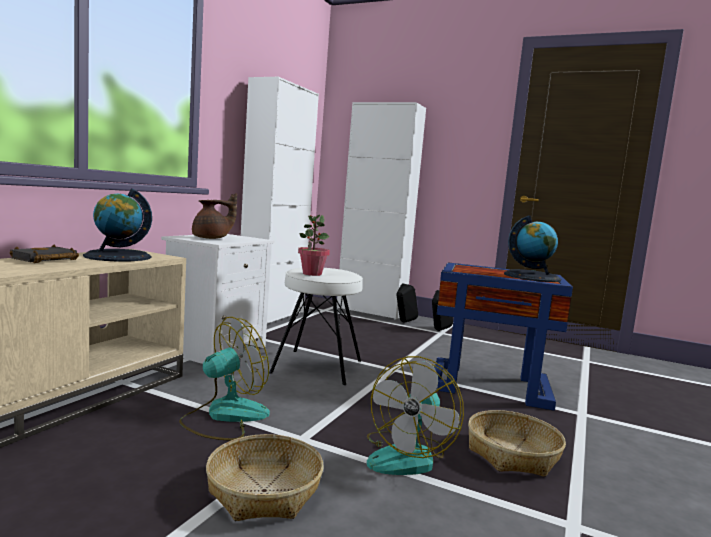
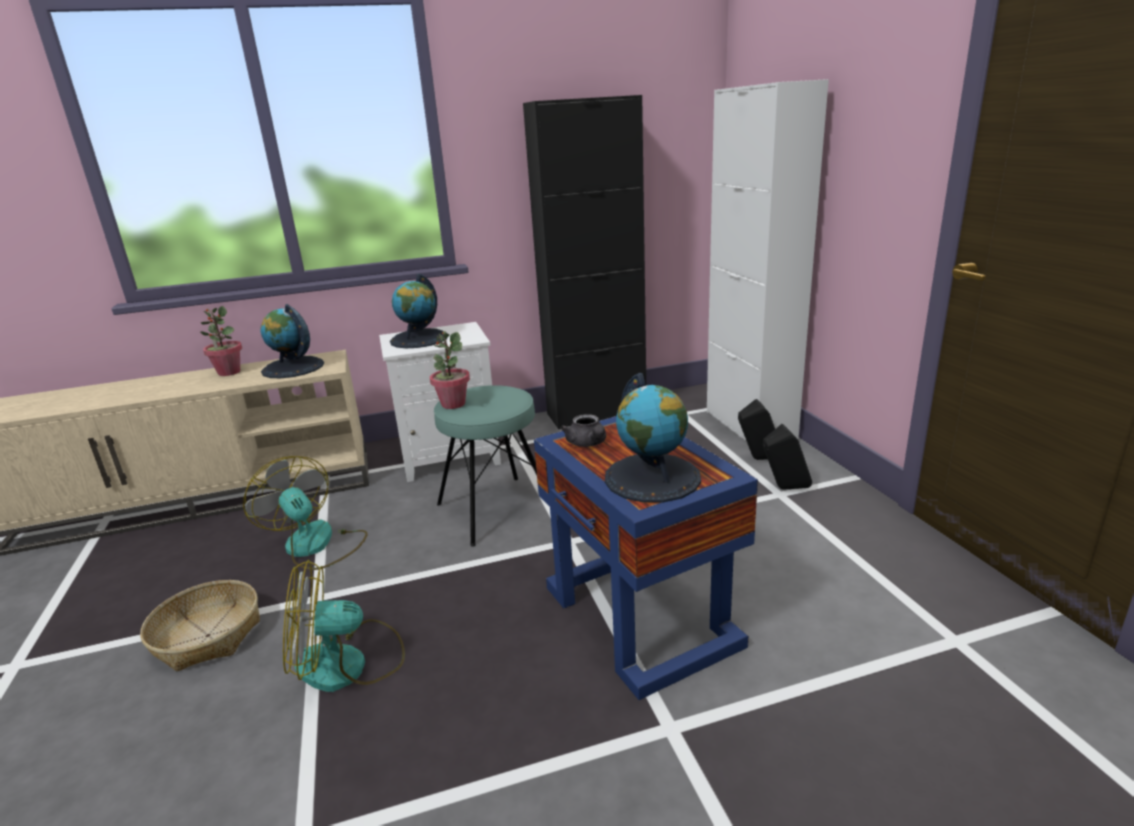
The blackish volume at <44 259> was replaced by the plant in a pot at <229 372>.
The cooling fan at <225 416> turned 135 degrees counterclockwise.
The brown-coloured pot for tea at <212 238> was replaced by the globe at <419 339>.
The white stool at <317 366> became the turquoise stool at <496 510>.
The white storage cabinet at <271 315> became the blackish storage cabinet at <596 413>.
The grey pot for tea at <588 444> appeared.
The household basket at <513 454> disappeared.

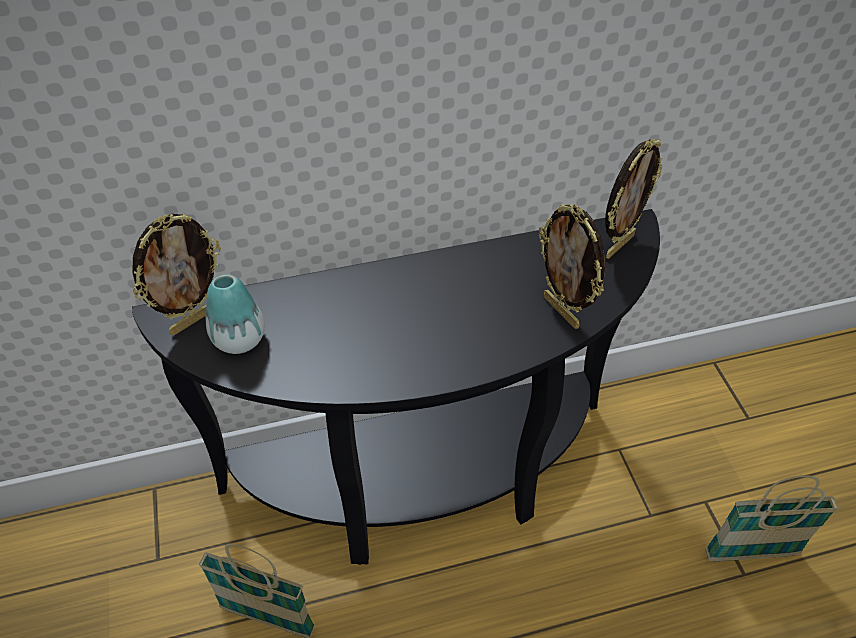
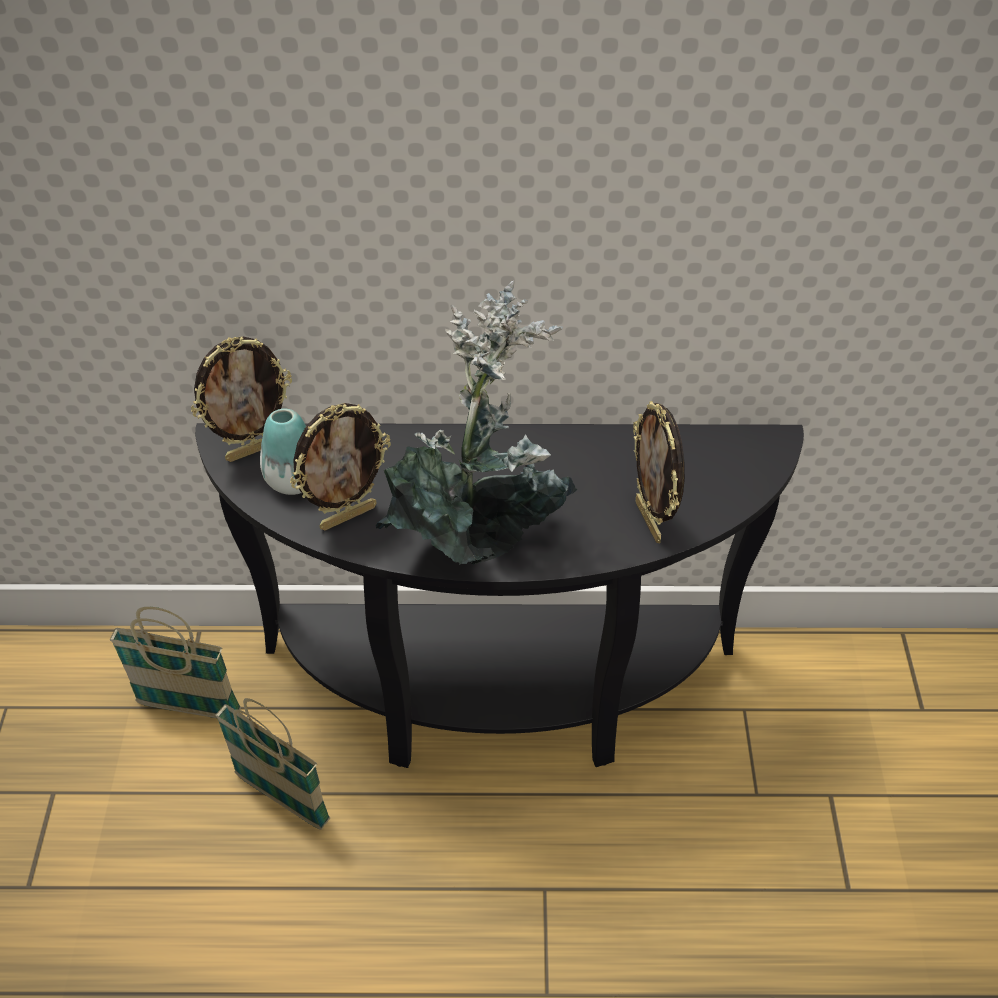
The household basket moved from <751 553> to <190 707>.
The photo frame moved from <618 245> to <348 516>.
The plant in a pot at <481 534> appeared.

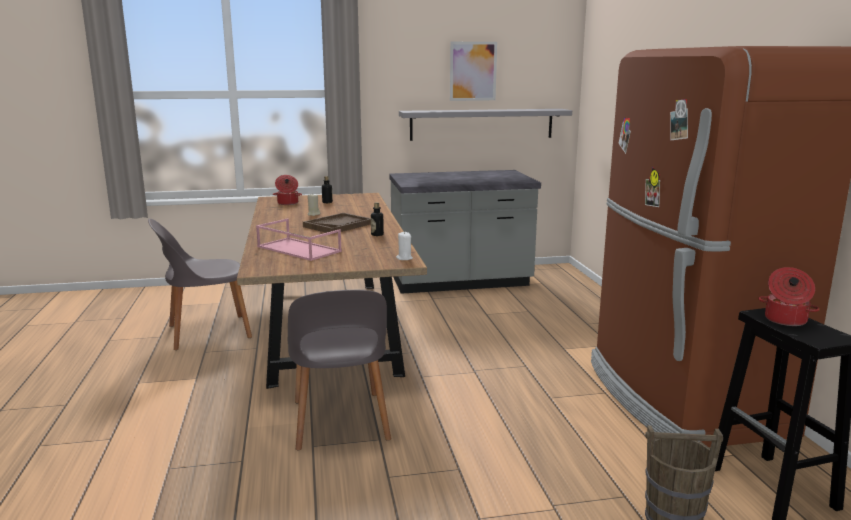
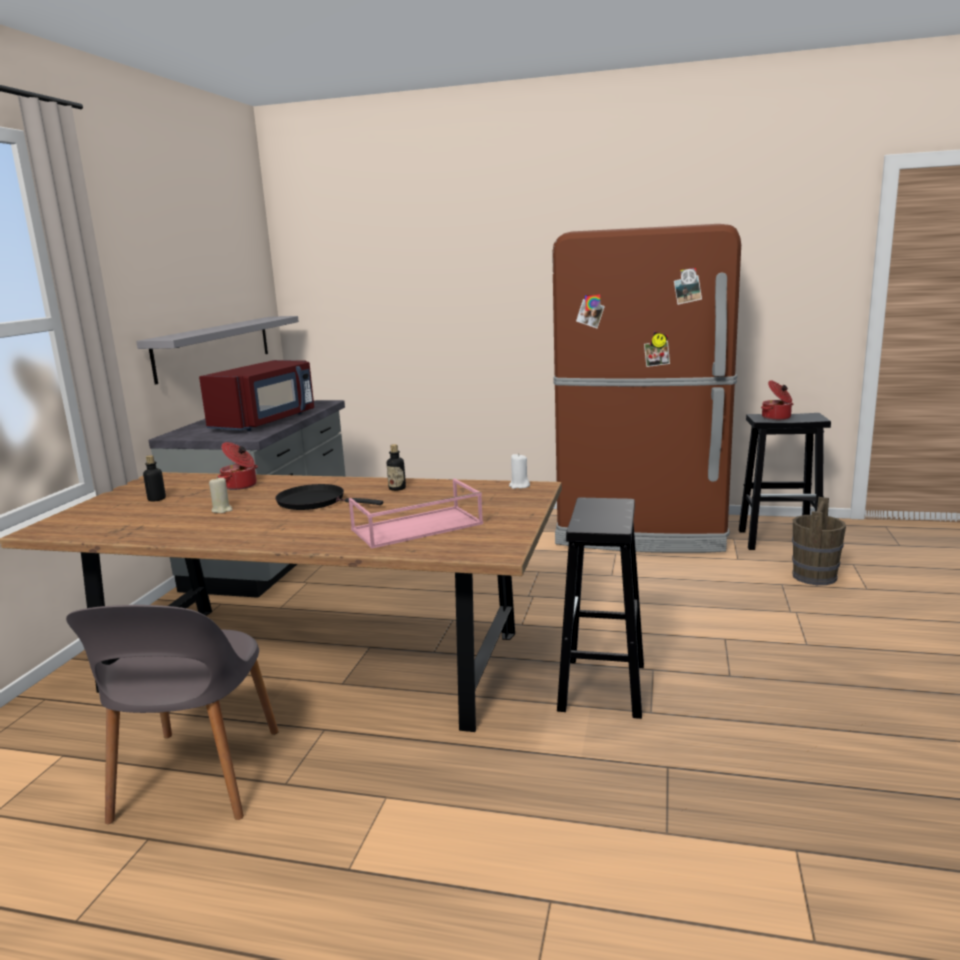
The red-coloured microwave oven at <266 422> appeared.
The stockpot moved from <287 203> to <240 486>.
The brown-coloured tray at <338 225> was replaced by the blackish pan at <315 502>.
The grey plain chair at <340 422> was replaced by the blackish stool at <602 688>.
The picture at <473 71> disappeared.

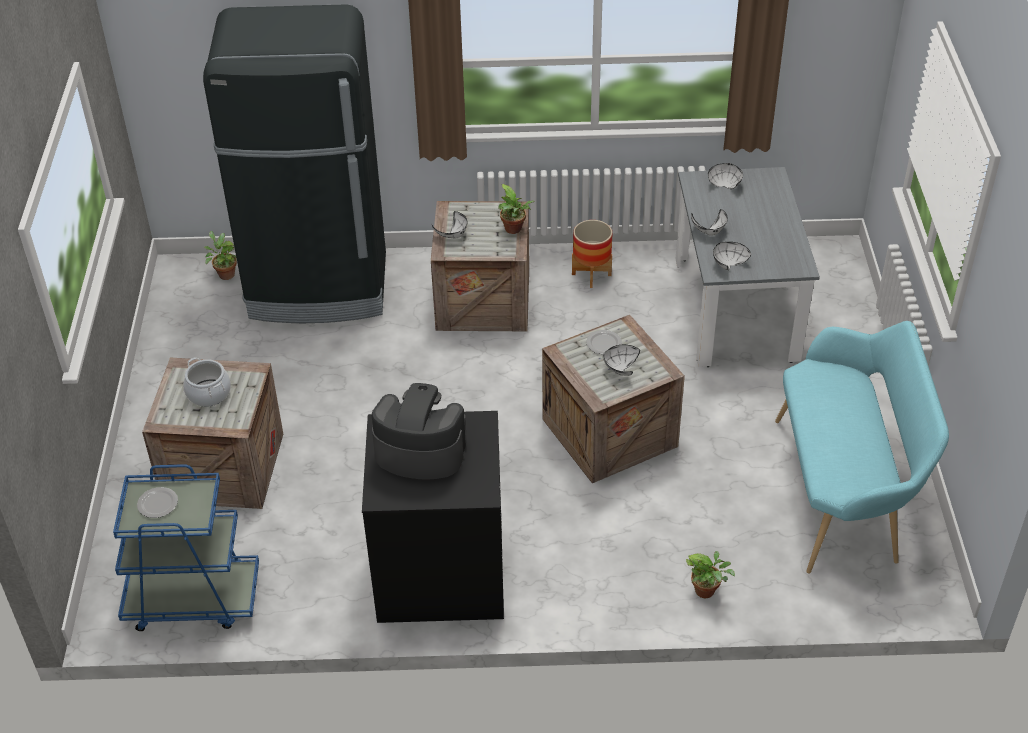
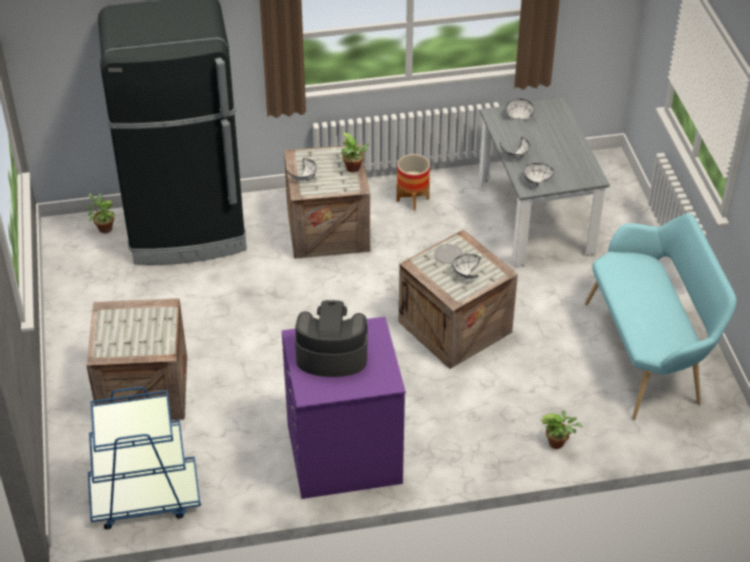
The blackish laundry appliance at <439 573> became the purple-coloured laundry appliance at <343 454>.
The plate at <157 504> disappeared.
The stockpot at <209 393> disappeared.

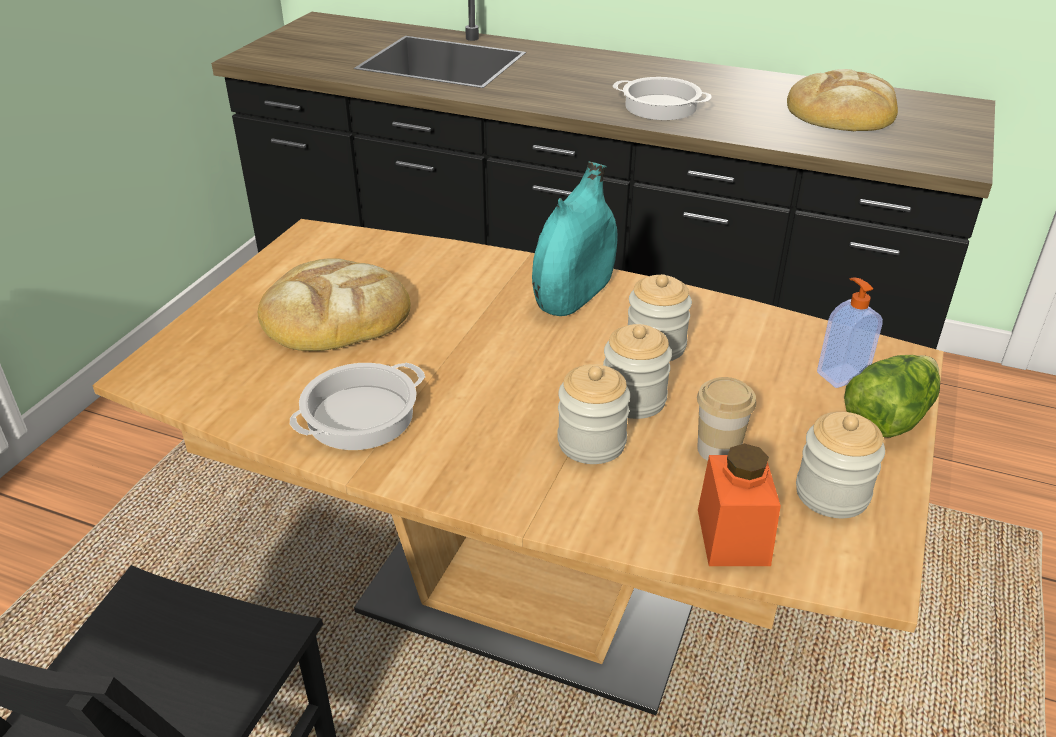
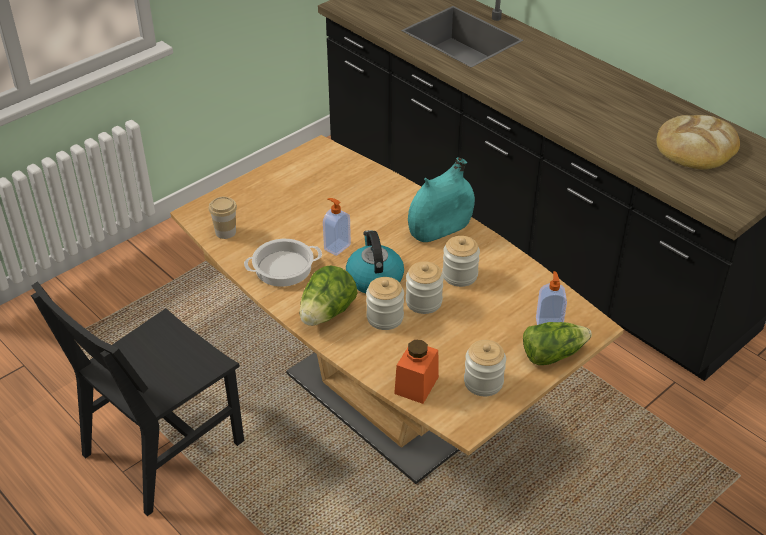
The small cup moved from <718 449> to <225 232>.
The lettuce at <327 314> appeared.
The soap bottle at <336 247> appeared.
The water kettle at <374 278> appeared.
The baked bread at <334 314> disappeared.
The stockpot at <661 106> disappeared.

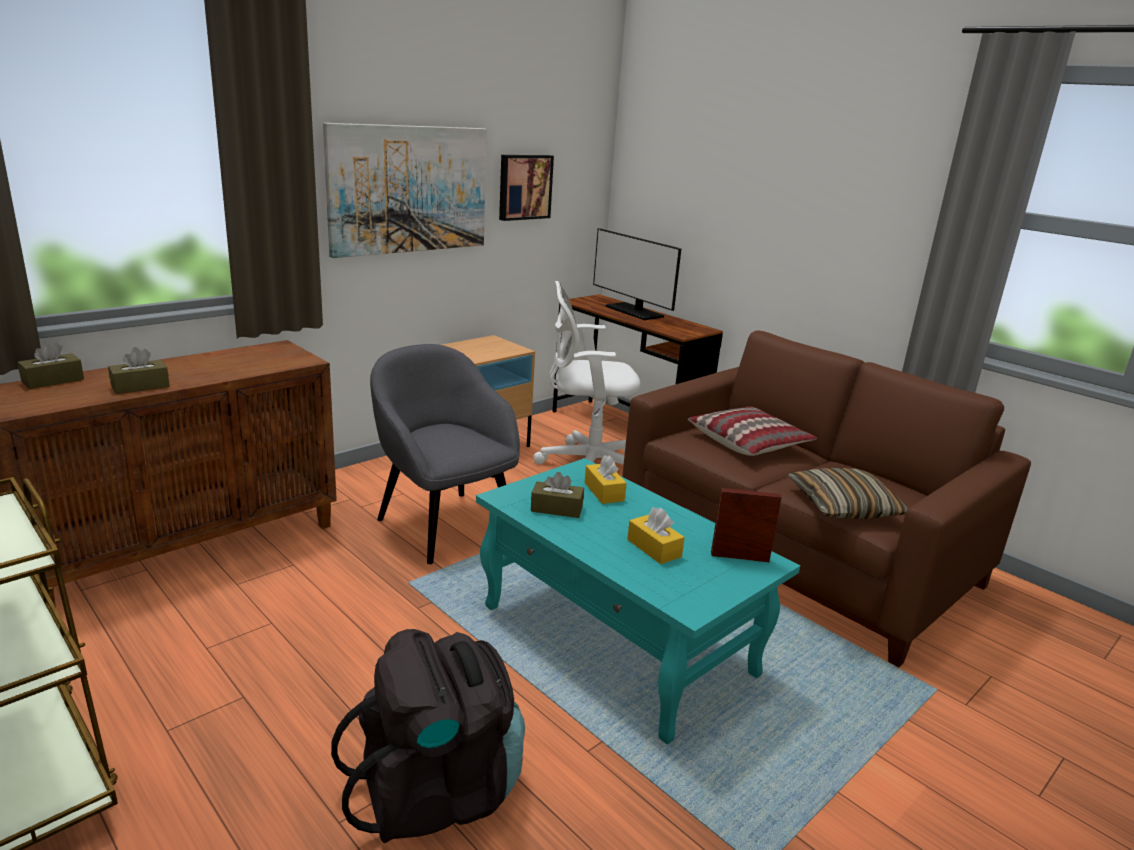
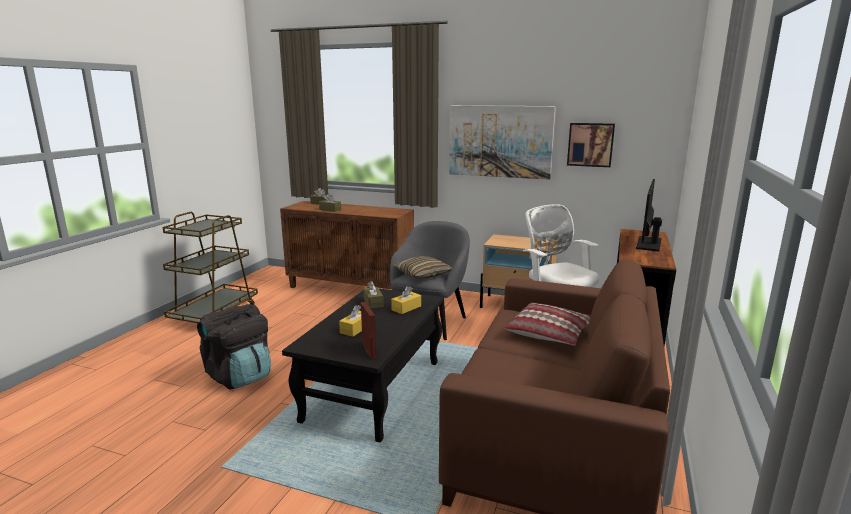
The turquoise low table at <618 641> became the blackish low table at <373 391>.
The pillow moved from <843 506> to <423 274>.

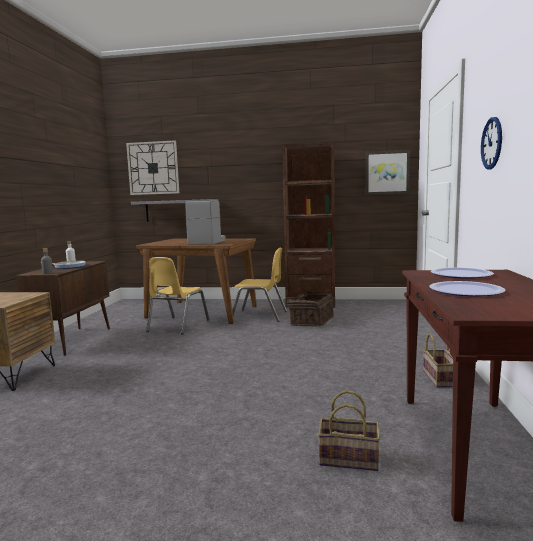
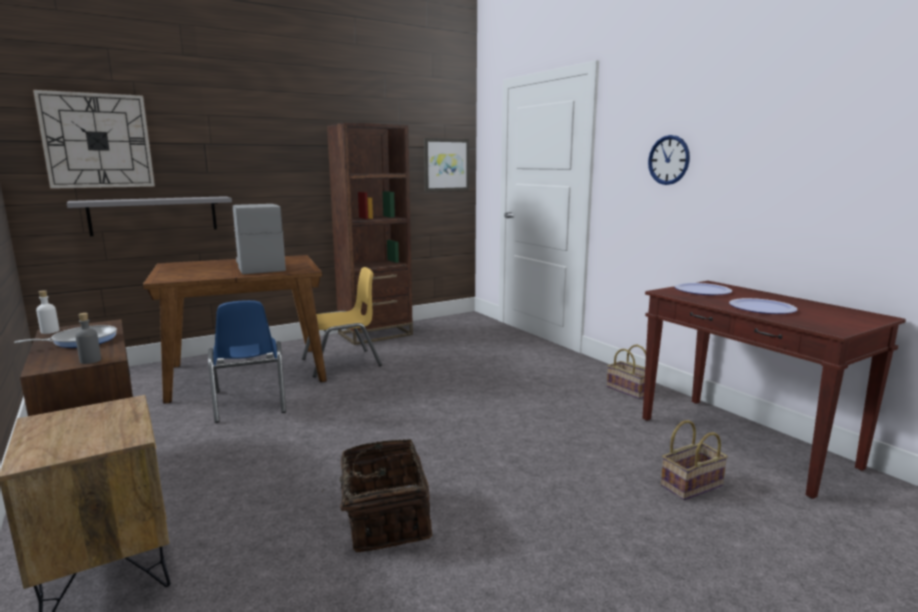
The yellow plain chair at <178 325> became the blue-coloured plain chair at <249 402>.
The household basket moved from <310 321> to <384 519>.

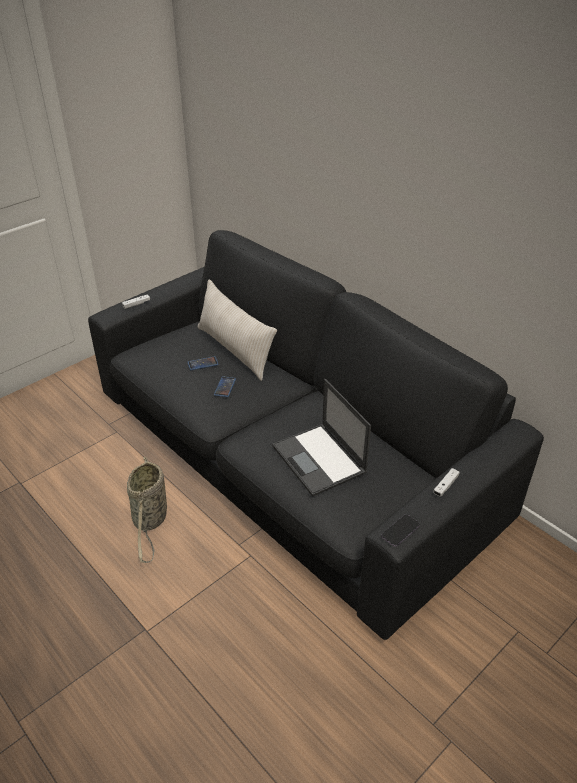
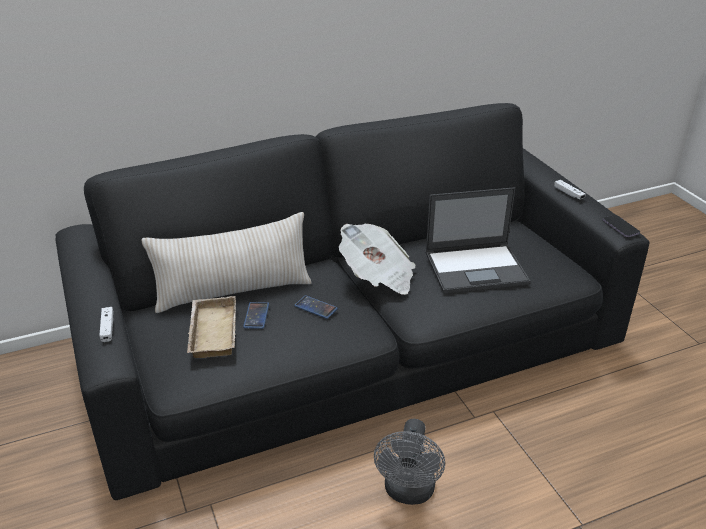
The beige tray at <211 331> appeared.
The daily paper at <378 276> appeared.
The household basket at <150 521> was replaced by the grey cooling fan at <408 492>.

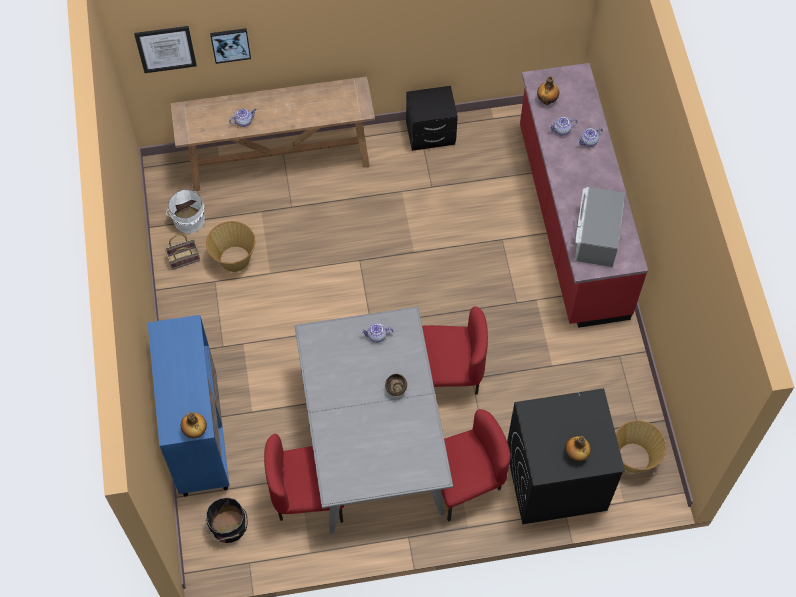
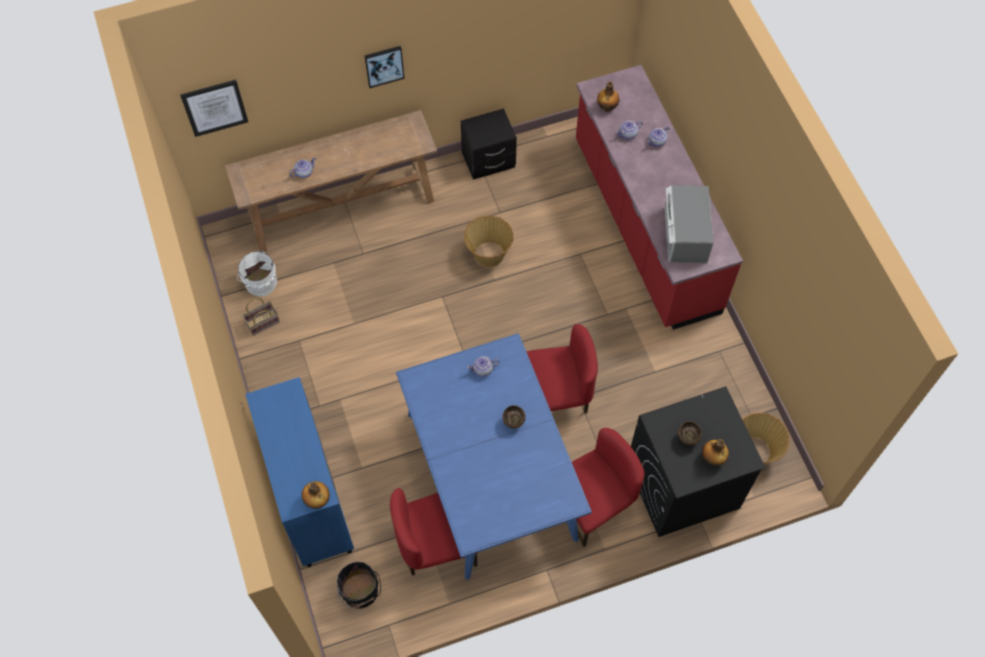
The picture moved from <230 44> to <384 65>.
The grey dinner table at <372 439> became the blue-coloured dinner table at <490 475>.
The household basket moved from <234 259> to <488 254>.
The brown-coloured bowl at <688 438> appeared.

